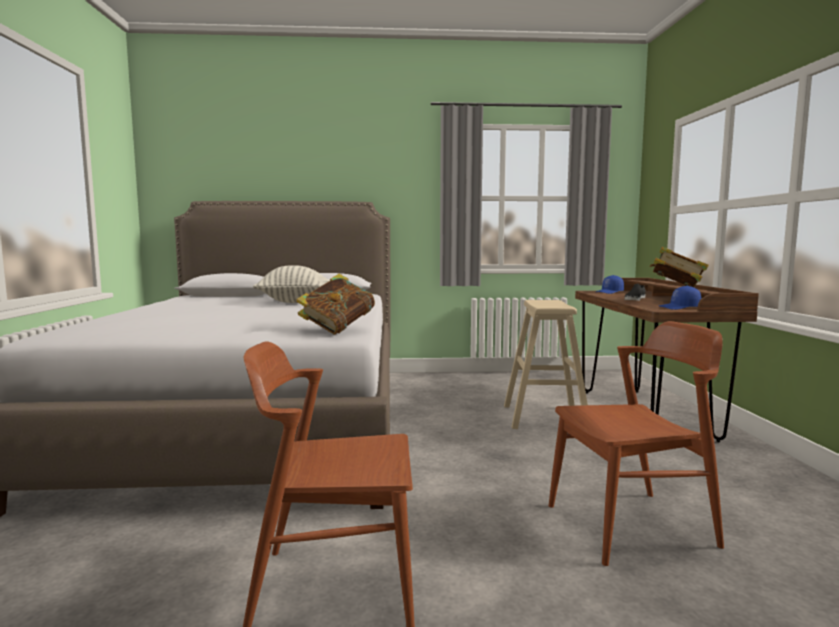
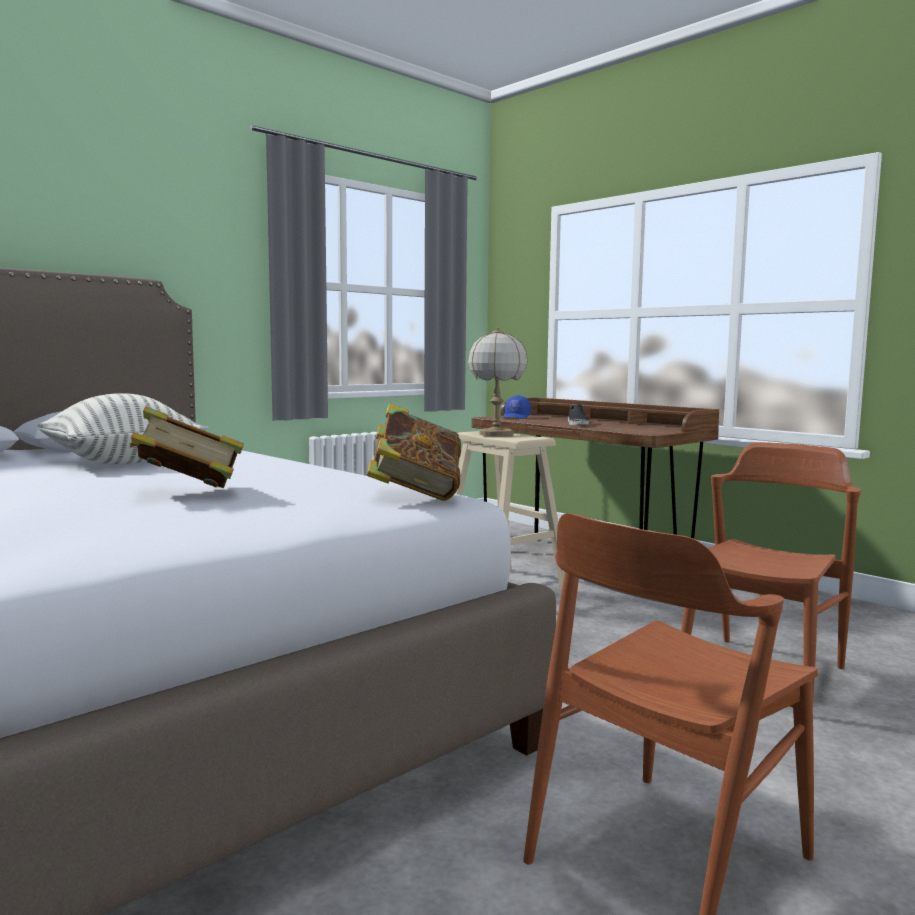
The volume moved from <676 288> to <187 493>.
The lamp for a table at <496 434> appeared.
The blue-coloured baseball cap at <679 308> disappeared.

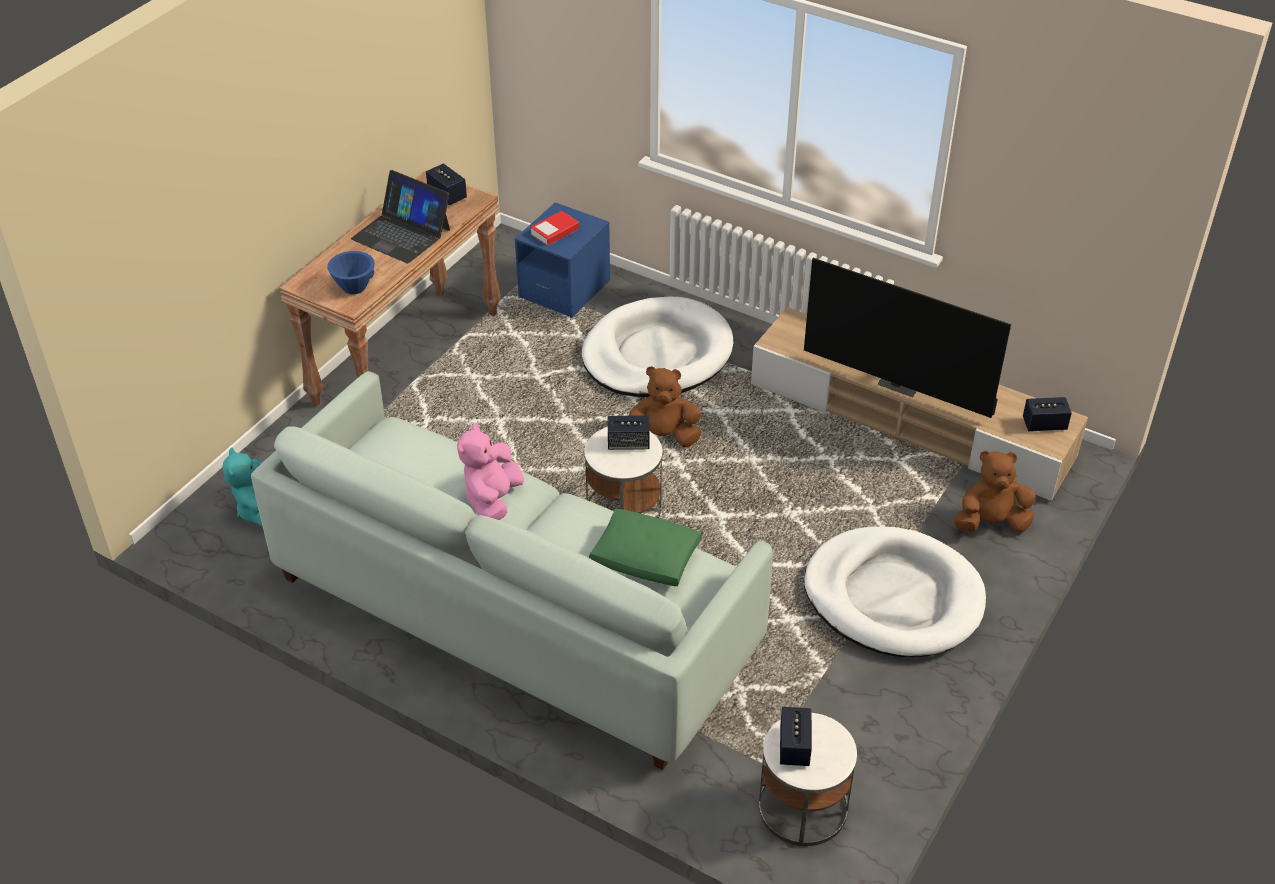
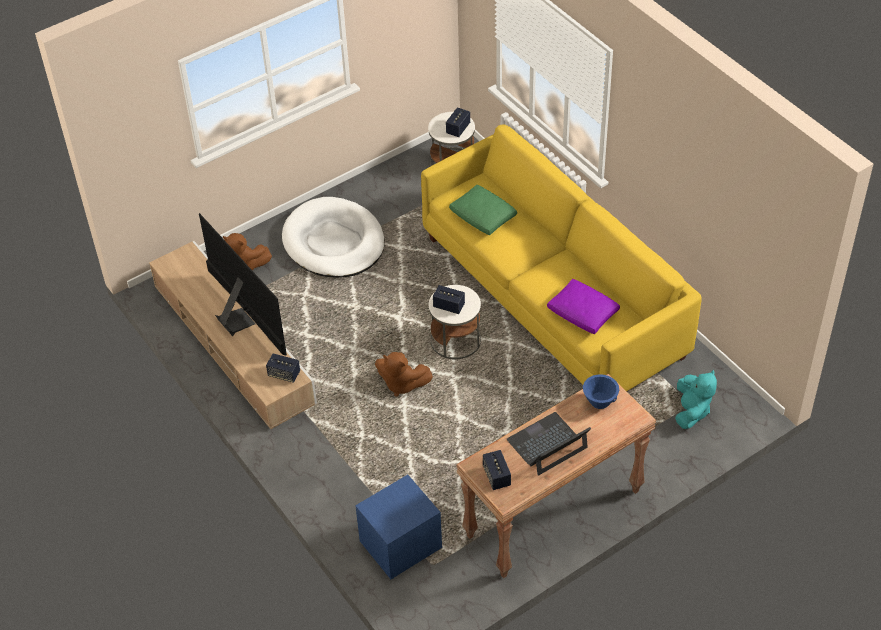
The audio speaker moved from <1044 424> to <284 374>.
The white settee at <513 613> became the yellow settee at <553 296>.
The portable computer at <402 234> turned 90 degrees counterclockwise.
The purple-coloured pillow at <582 312> appeared.
The pinkish cuddly toy at <493 500> disappeared.
The volume at <555 232> disappeared.
The white pet bed at <657 354> disappeared.

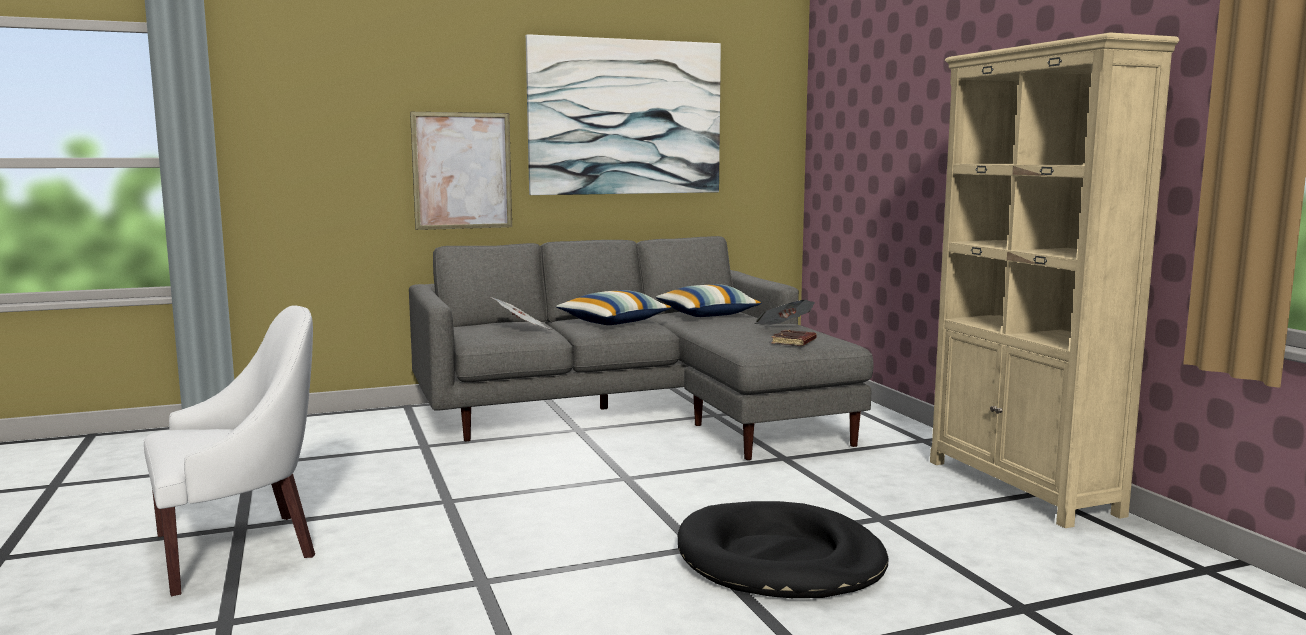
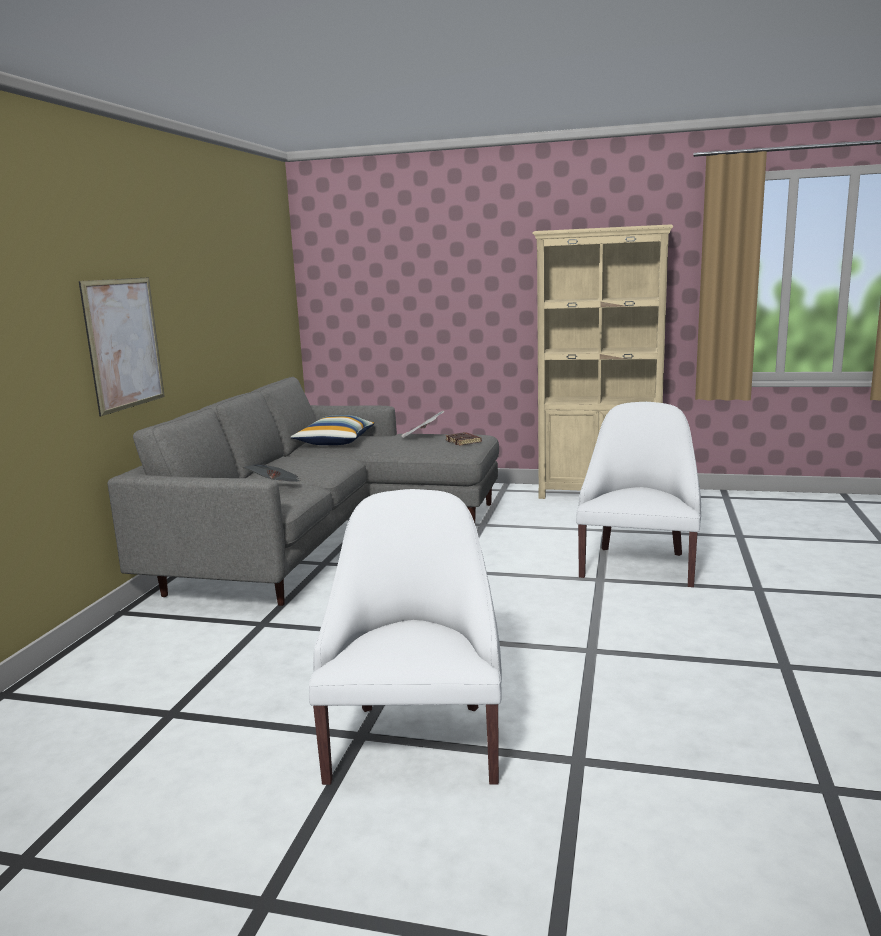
The blackish pet bed at <779 559> was replaced by the white easy chair at <638 565>.
The picture at <625 117> disappeared.
The pillow at <613 322> disappeared.

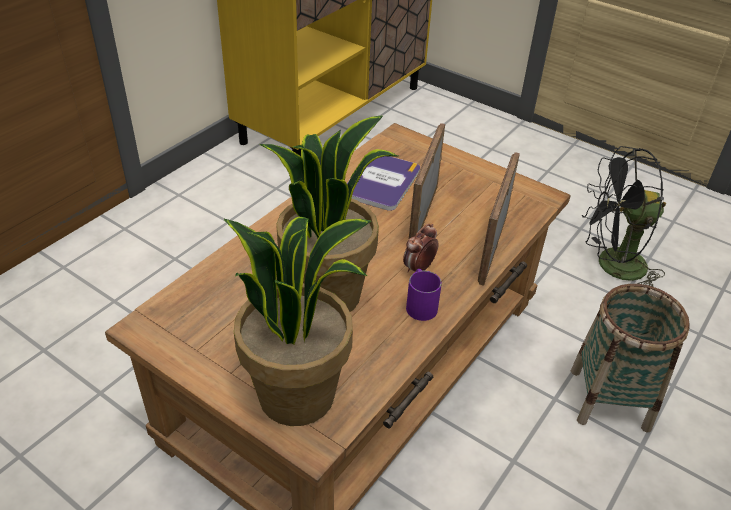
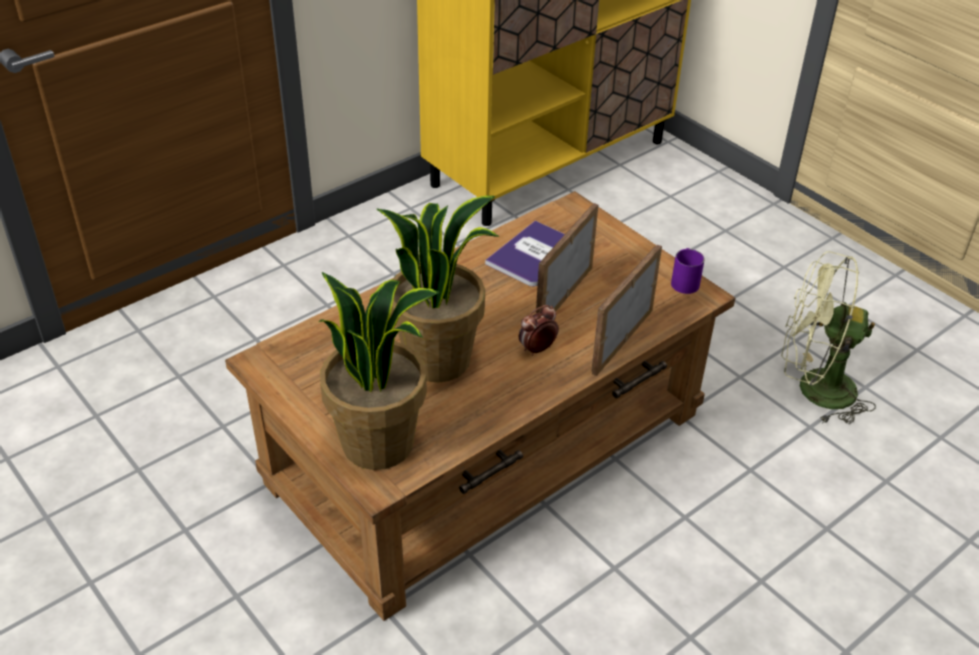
The purple-coloured coffee mug moved from <420 304> to <684 280>.
The blackish cooling fan at <611 266> became the green cooling fan at <813 389>.
The household basket at <609 399> disappeared.

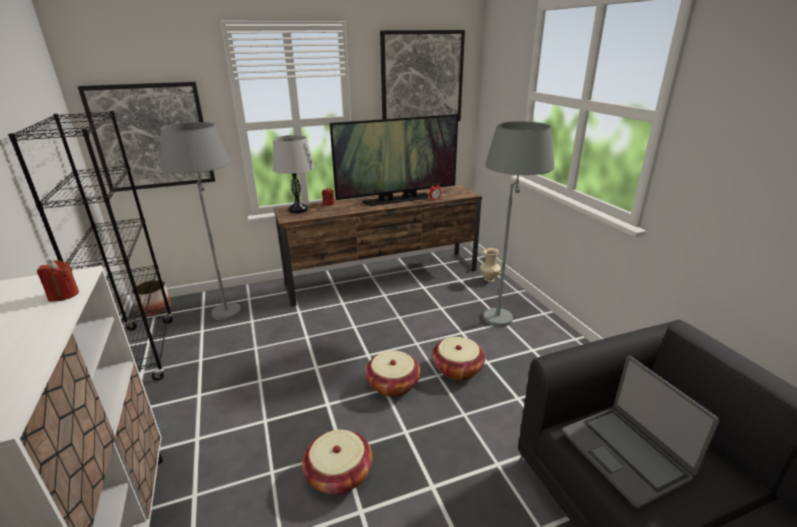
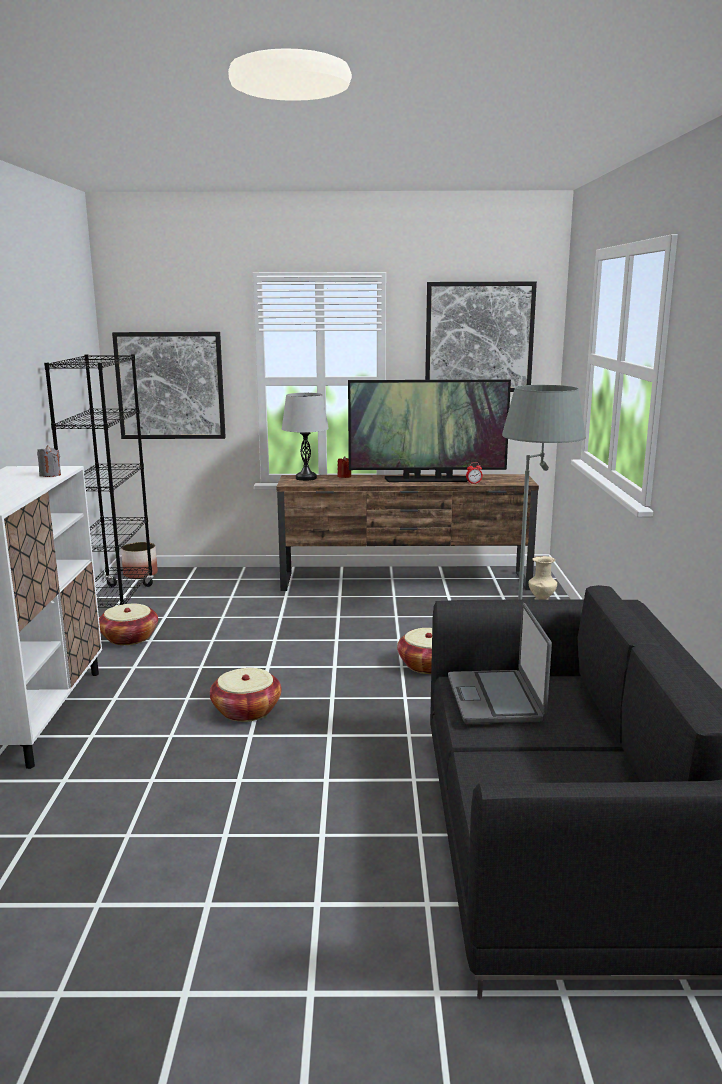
The red-coloured candle at <63 295> became the grey candle at <50 475>.
The household basket moved from <393 384> to <129 638>.
The grey standard lamp at <226 305> disappeared.

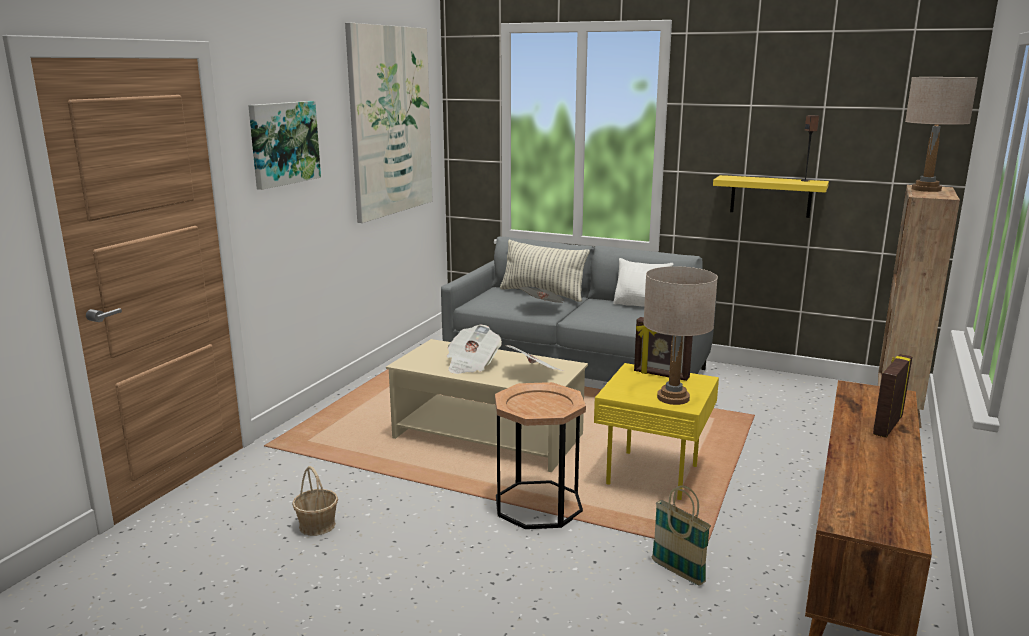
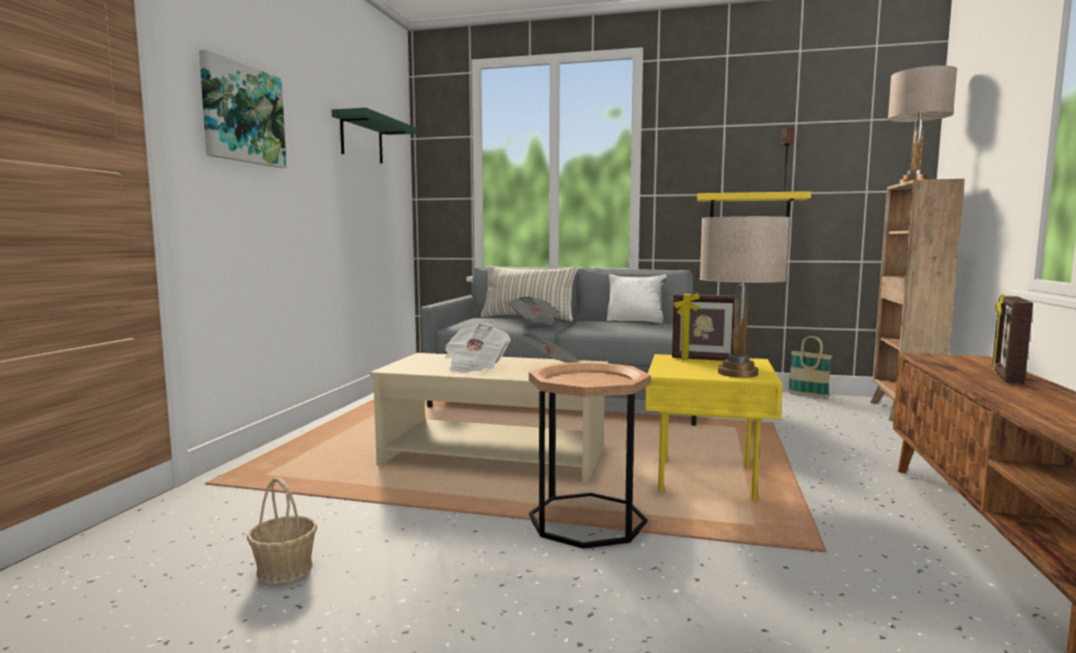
The picture at <391 121> was replaced by the green bracket shelf at <361 139>.
The household basket moved from <678 572> to <808 395>.

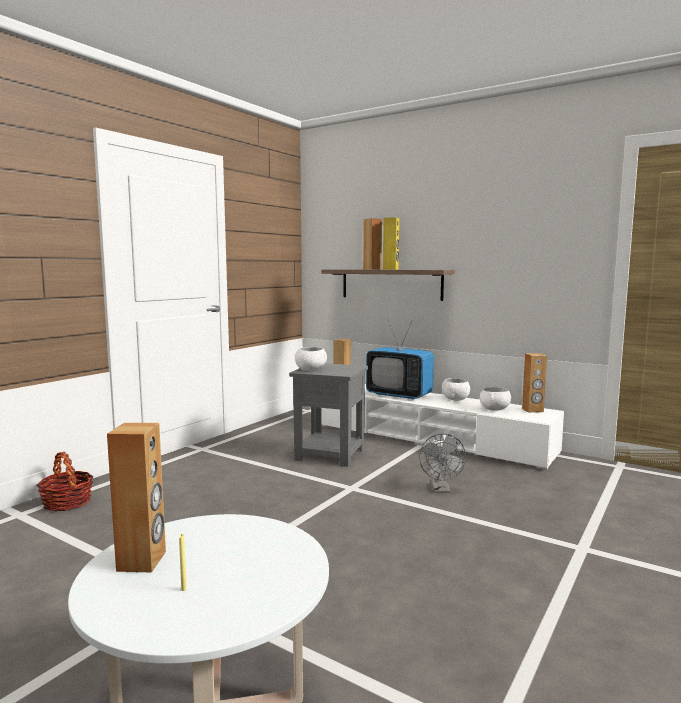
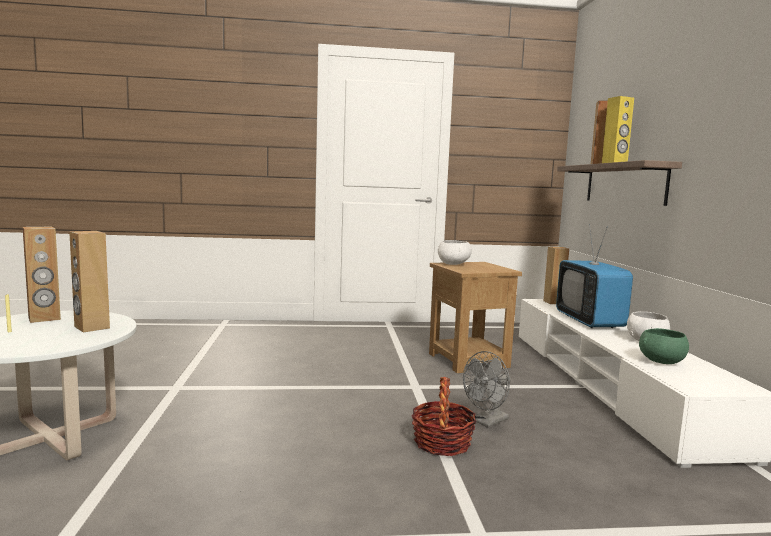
The brown-coloured audio speaker moved from <532 410> to <91 327>.
The household basket moved from <67 502> to <442 443>.
The grey end table at <329 454> became the brown-coloured end table at <467 360>.
The white bowl at <495 410> became the green bowl at <661 362>.

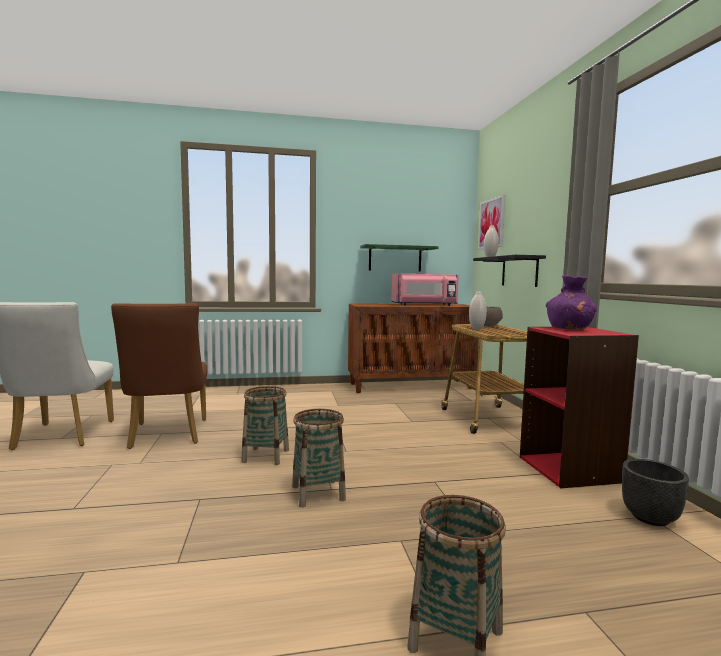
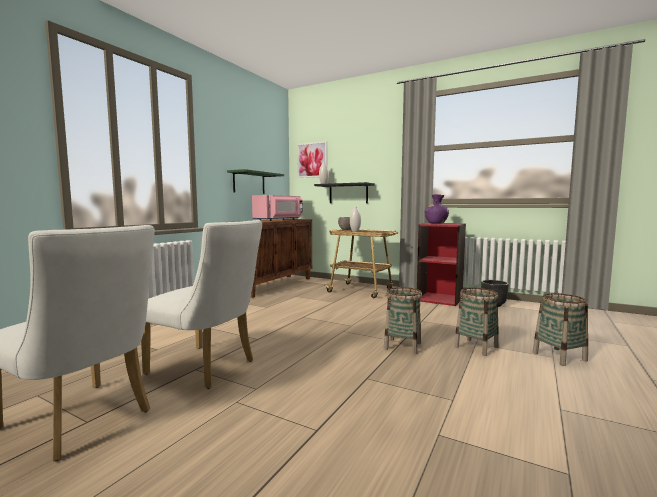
The brown-coloured plain chair at <167 436> became the white plain chair at <207 368>.
The household basket moved from <266 456> to <476 347>.

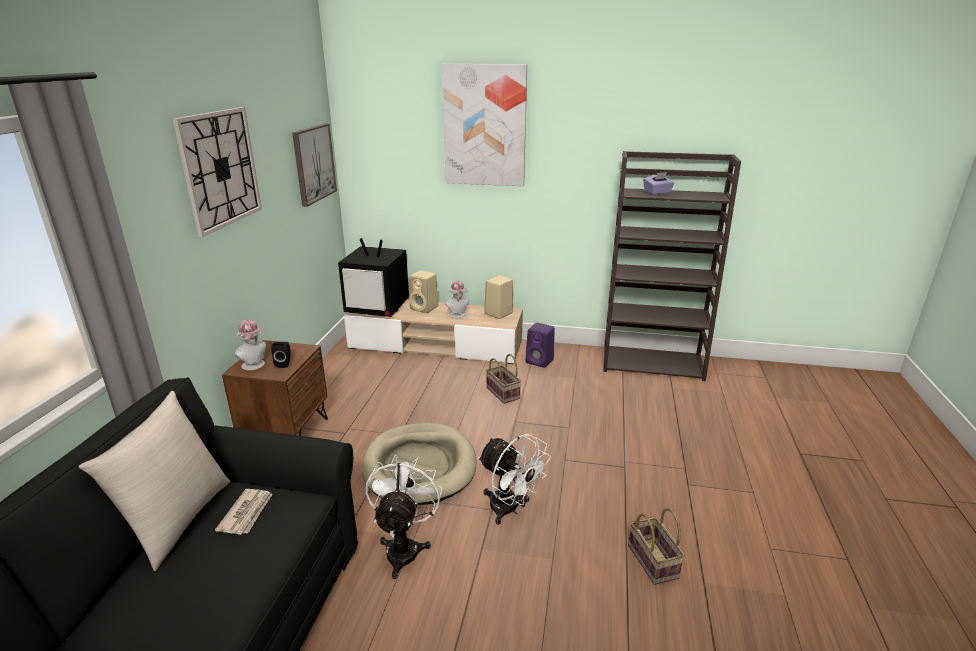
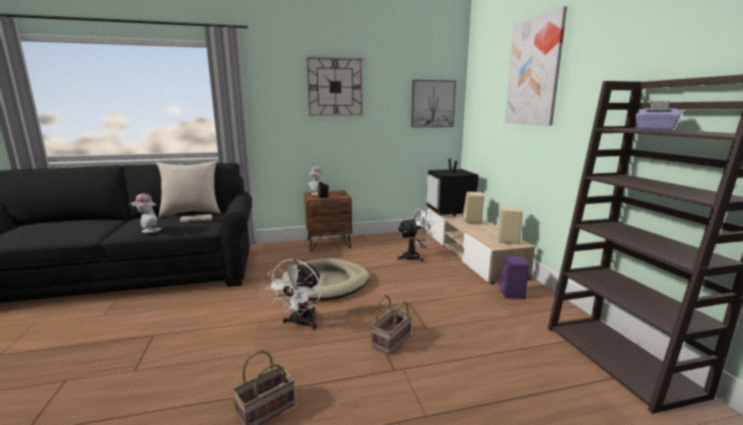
The hat moved from <458 315> to <148 230>.
The household basket moved from <504 393> to <391 341>.
The white cooling fan moved from <404 547> to <415 257>.

